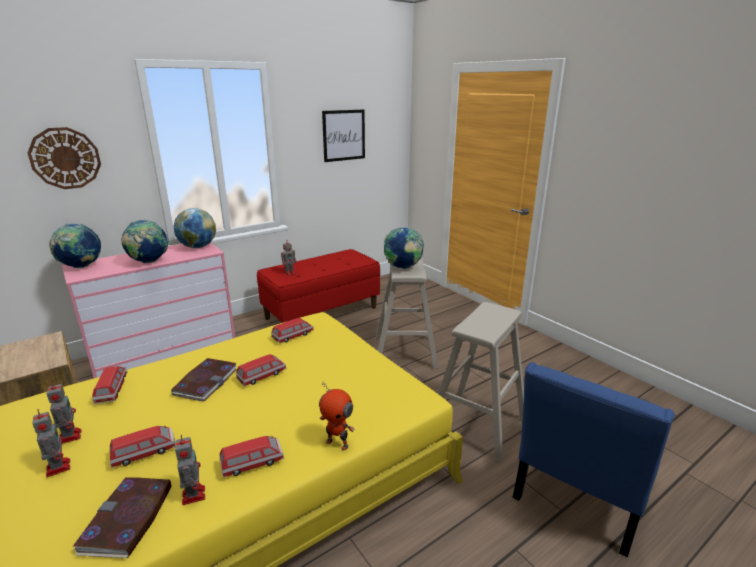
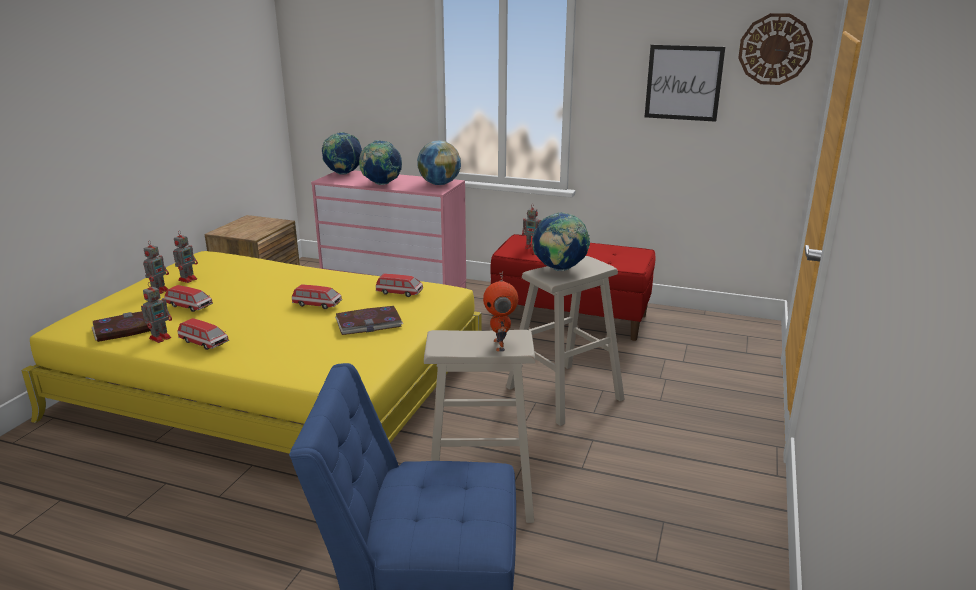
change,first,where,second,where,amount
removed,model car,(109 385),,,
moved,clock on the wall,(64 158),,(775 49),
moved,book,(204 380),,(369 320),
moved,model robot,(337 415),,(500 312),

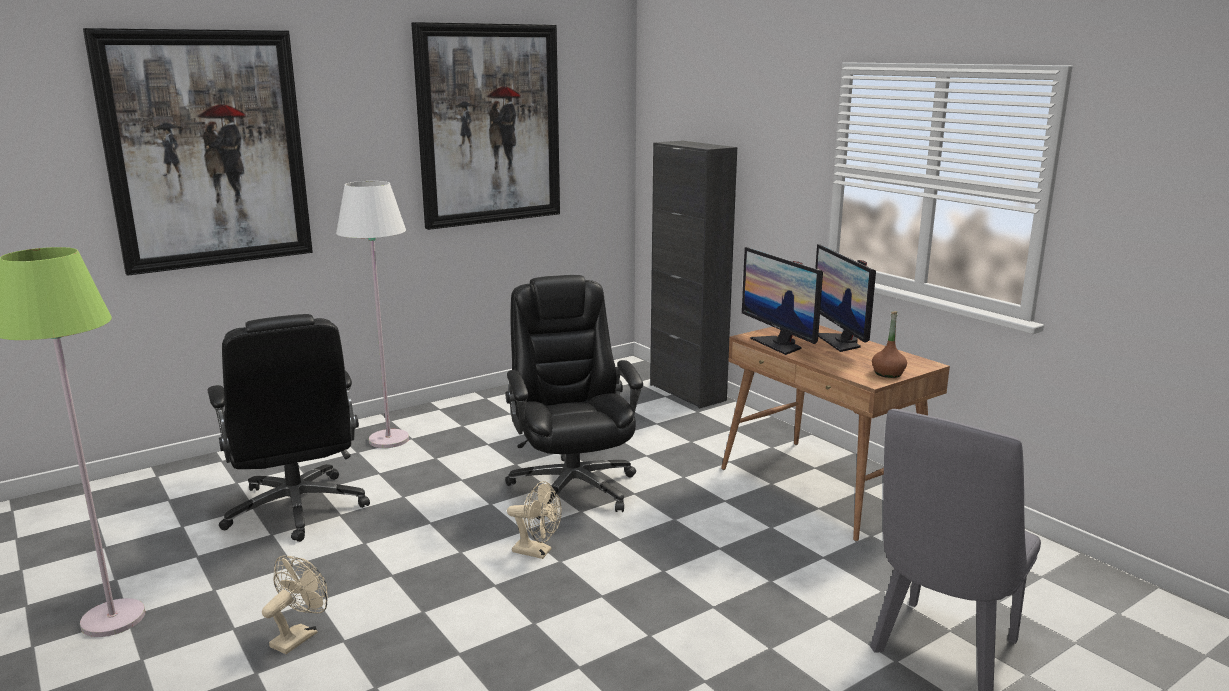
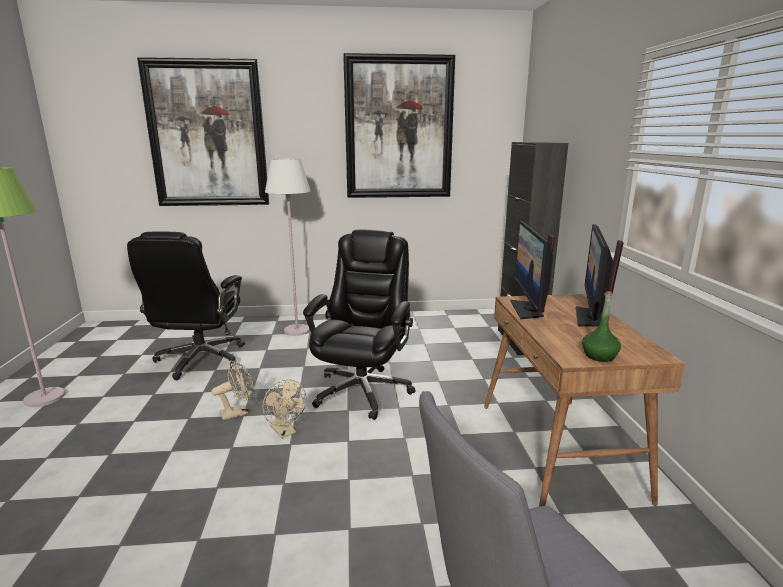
change,first,where,second,where,amount
moved,sand-coloured electric fan,(294 605),,(232 390),
recoloured,brownish drink bottle,(889 344),green drink bottle,(601 326),

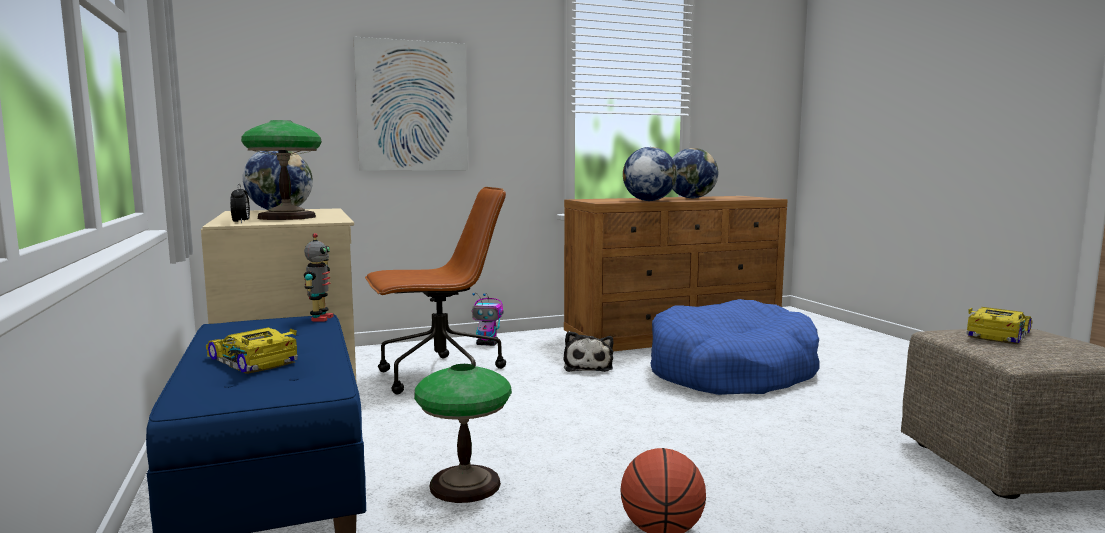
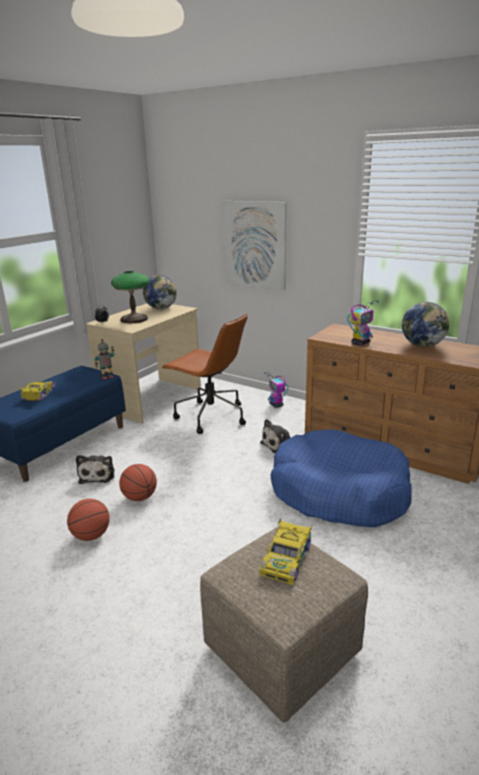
change,first,where,second,where,amount
added,,,ball for basketball,(138 482),
replaced,tabletop lamp,(463 433),soft toy,(95 469),
replaced,desk globe,(650 174),model robot,(363 323),
turned,model car,(1000 325),,(285 552),105 degrees clockwise

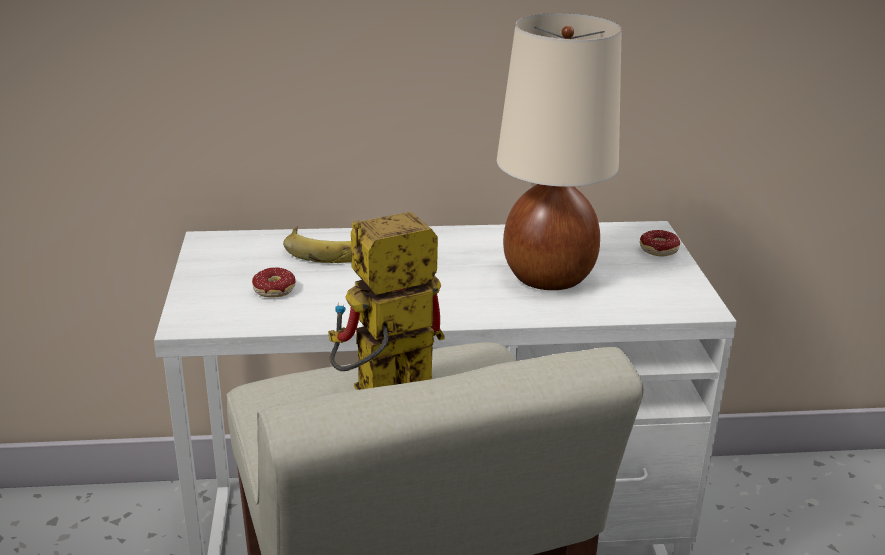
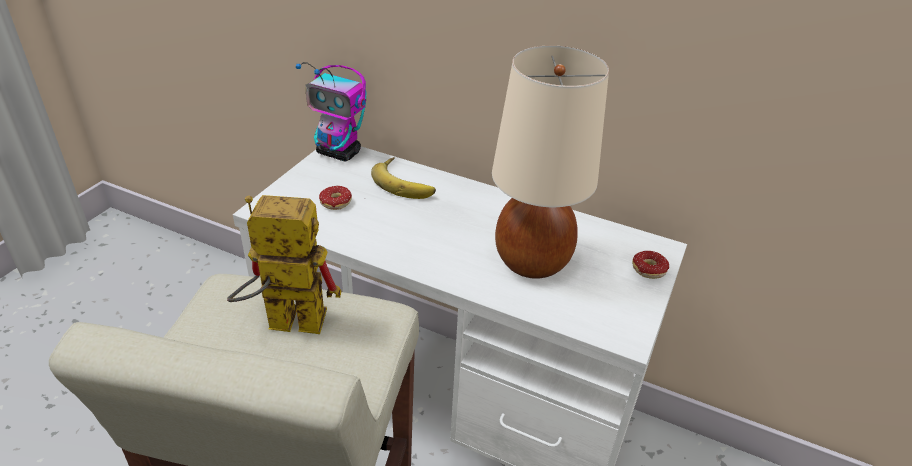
change,first,where,second,where,amount
added,,,model robot,(331 112),

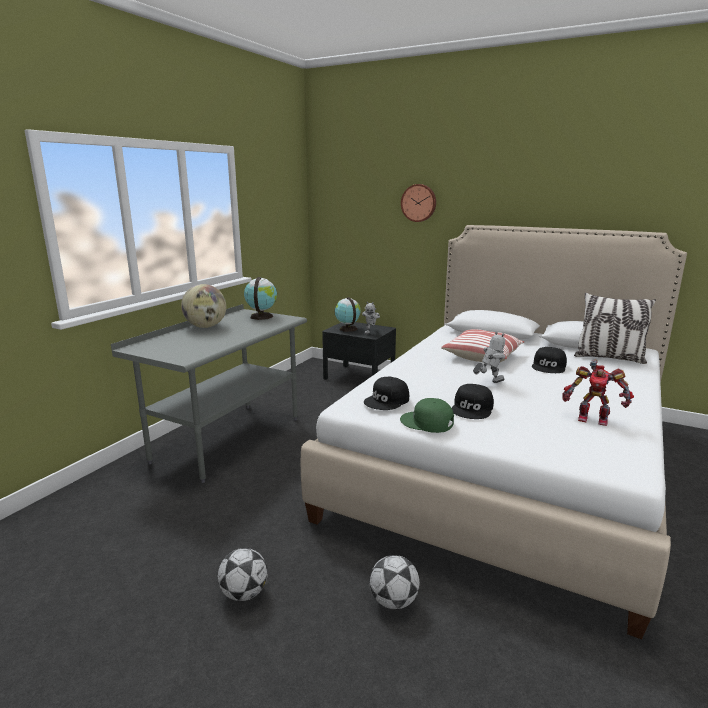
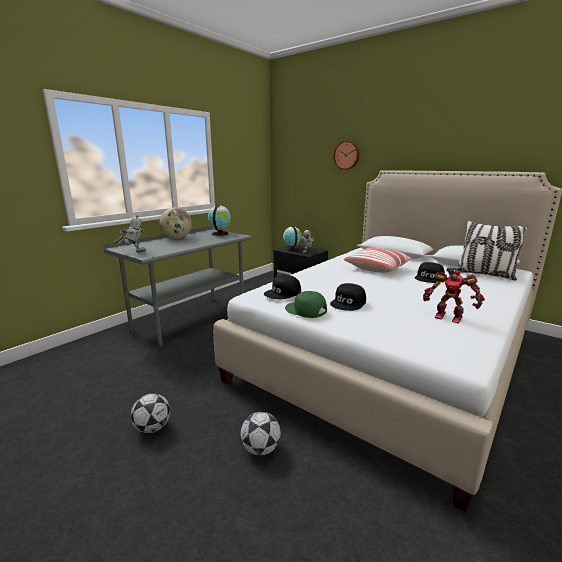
change,first,where,second,where,amount
moved,model robot,(489 357),,(130 234),

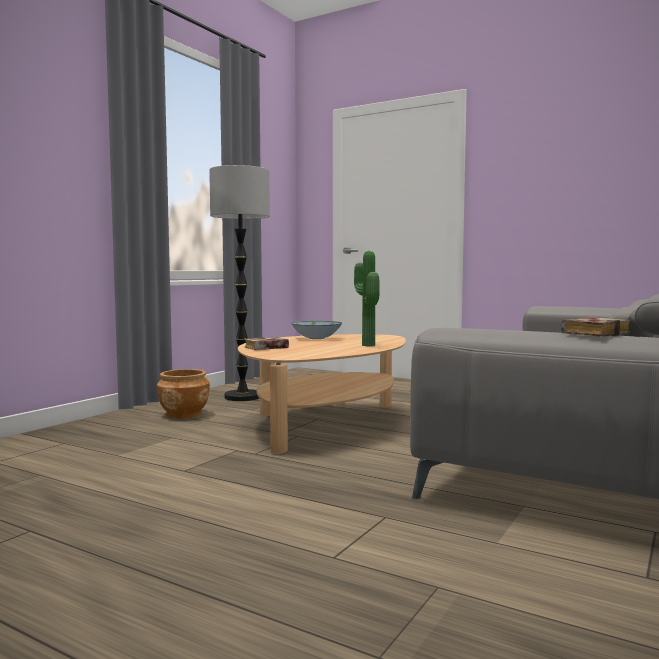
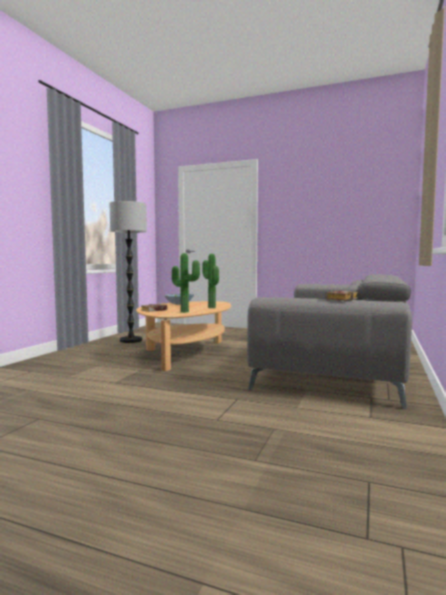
change,first,where,second,where,amount
removed,brownish planter,(183 394),,,
added,,,houseplant,(186 283),

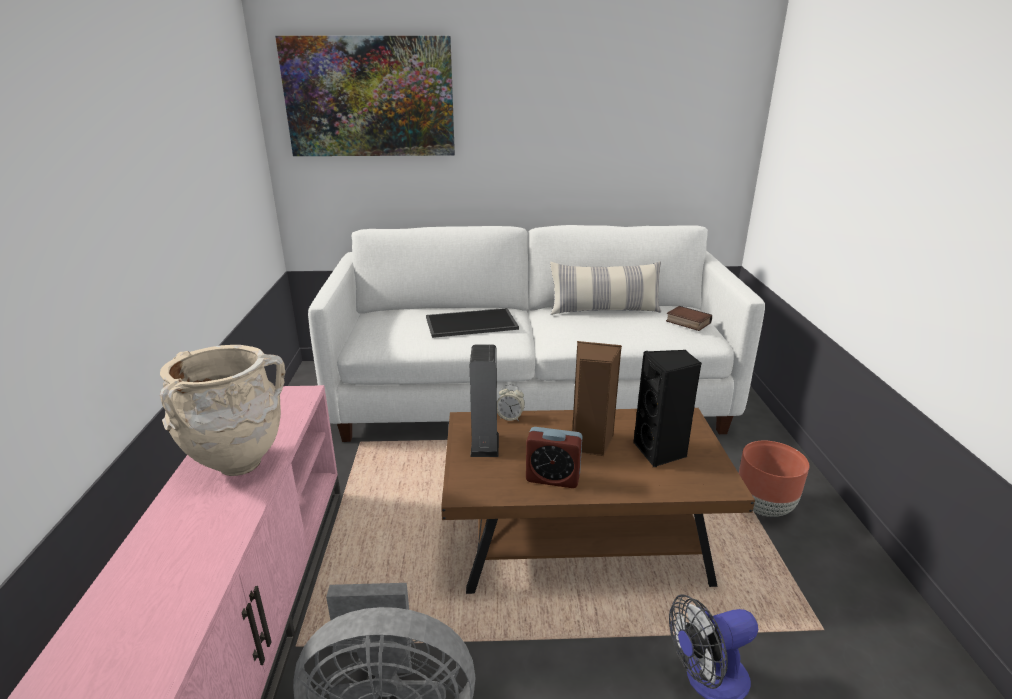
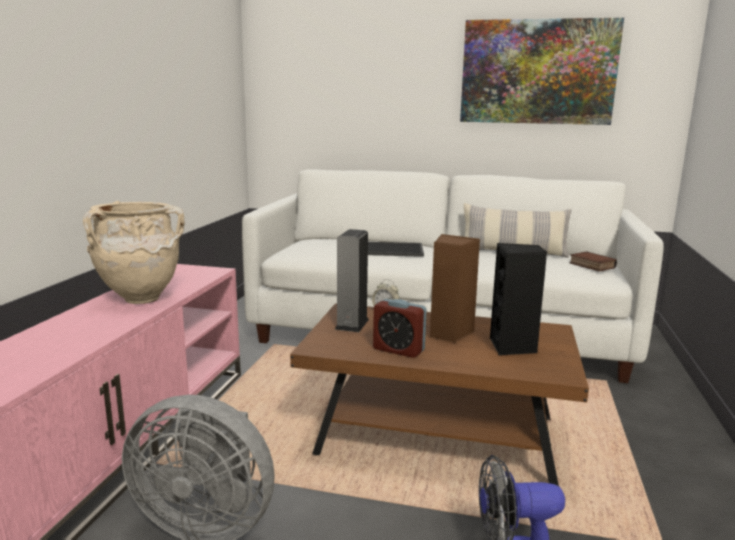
change,first,where,second,where,amount
removed,brownish planter,(774 479),,,
moved,picture,(365 96),,(542 71),

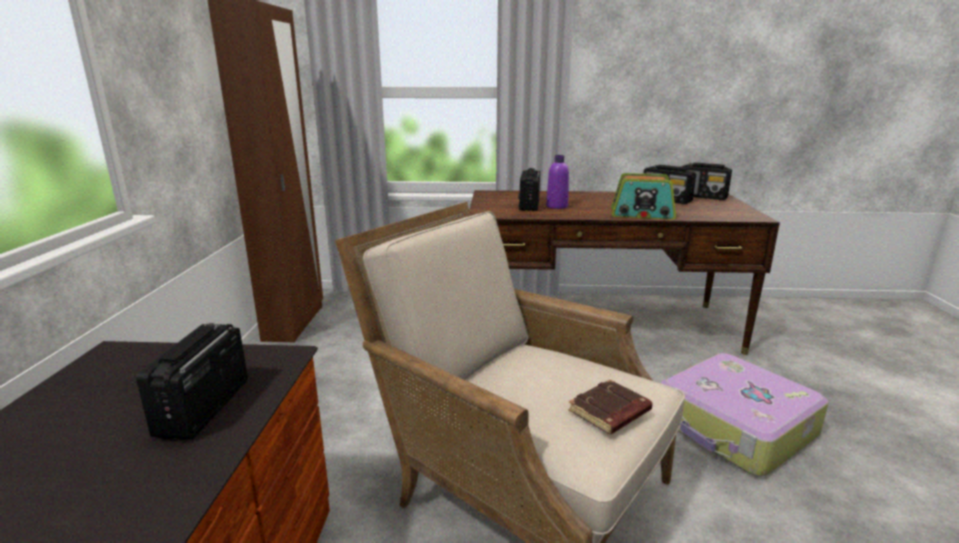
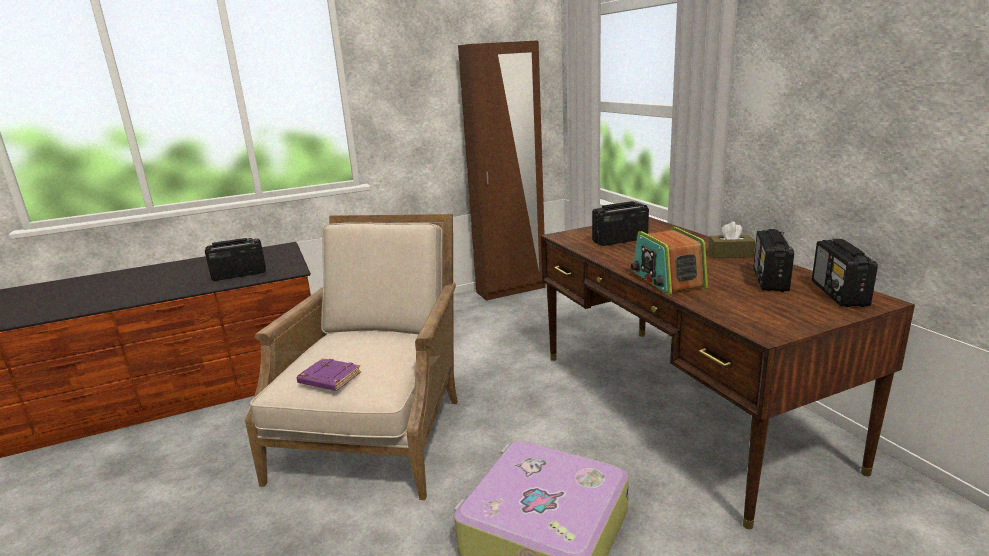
change,first,where,second,where,amount
removed,purplish drink bottle,(557 182),,,
added,,,brownish box of tissues,(732 240),
recoloured,brownish book,(610 406),purplish book,(329 374),

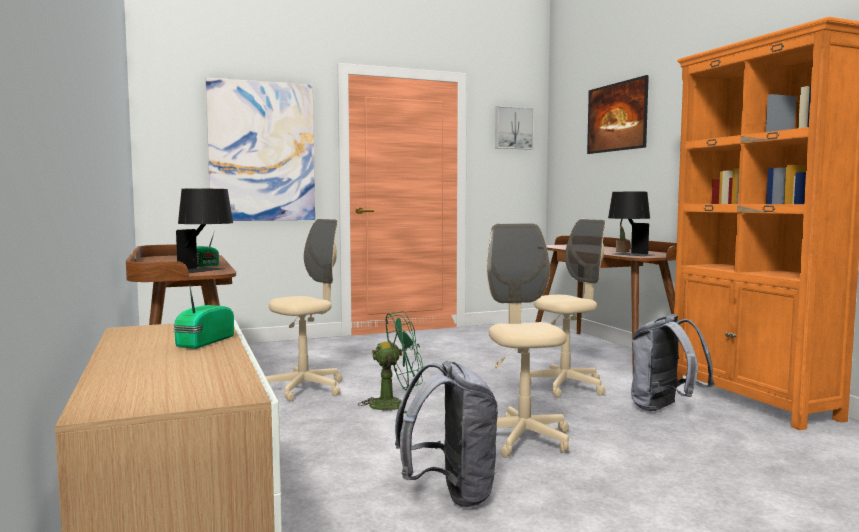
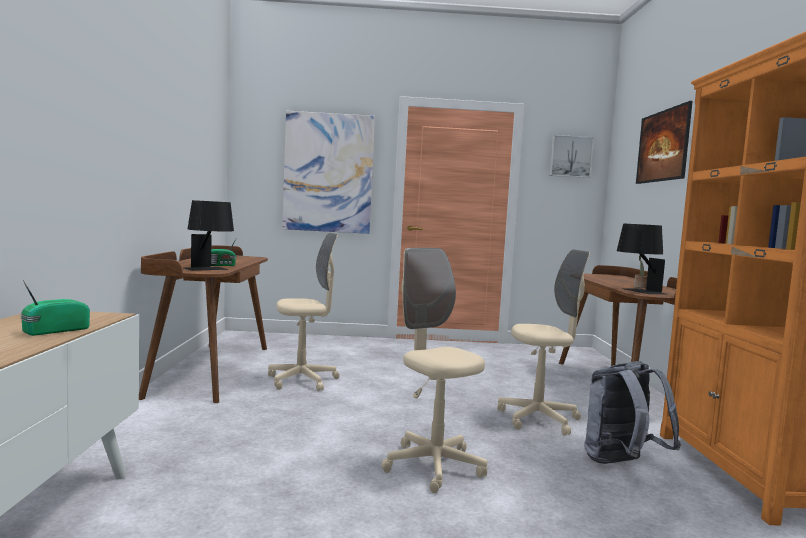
change,first,where,second,where,amount
removed,green electric fan,(390 362),,,
removed,gray rucksack,(446 434),,,
turned,sand-coloured computer chair,(528 340),,(434 370),45 degrees counterclockwise

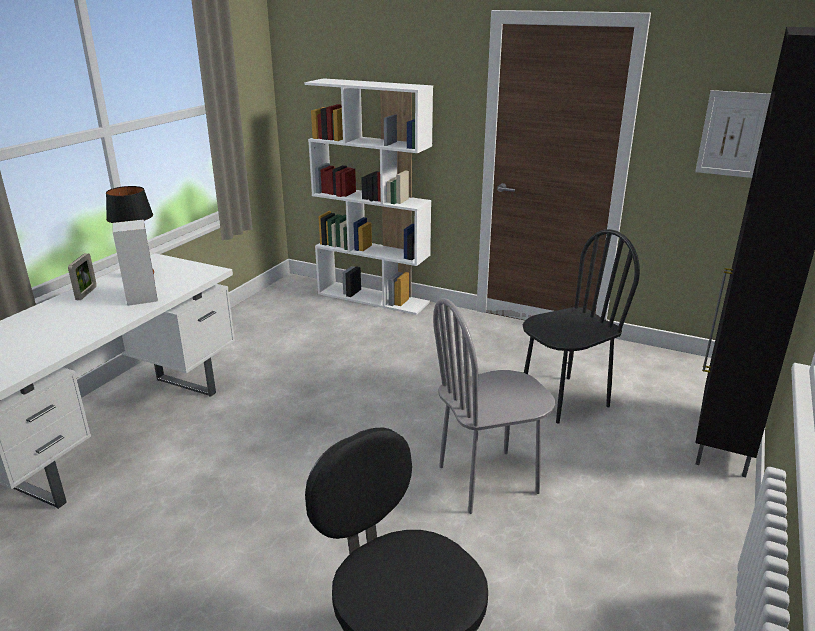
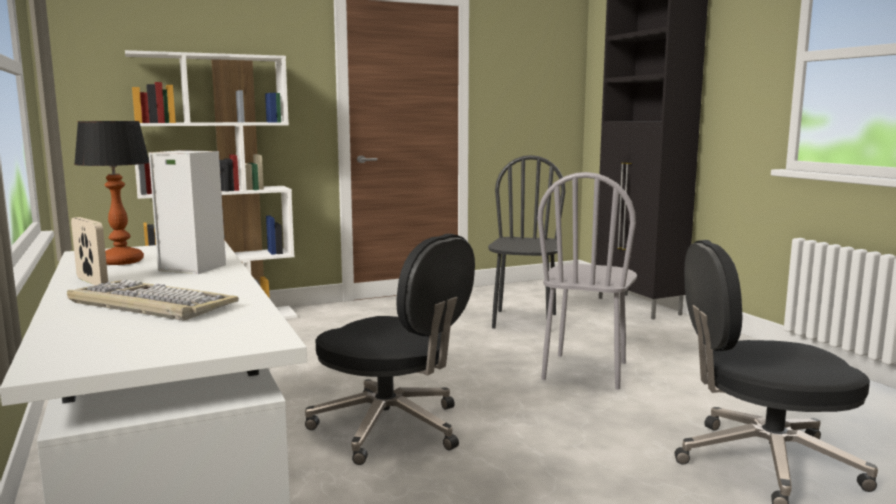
change,first,where,second,where,amount
removed,picture,(733 134),,,
added,,,keyboard,(153 300),
added,,,blackish computer chair,(390 349),

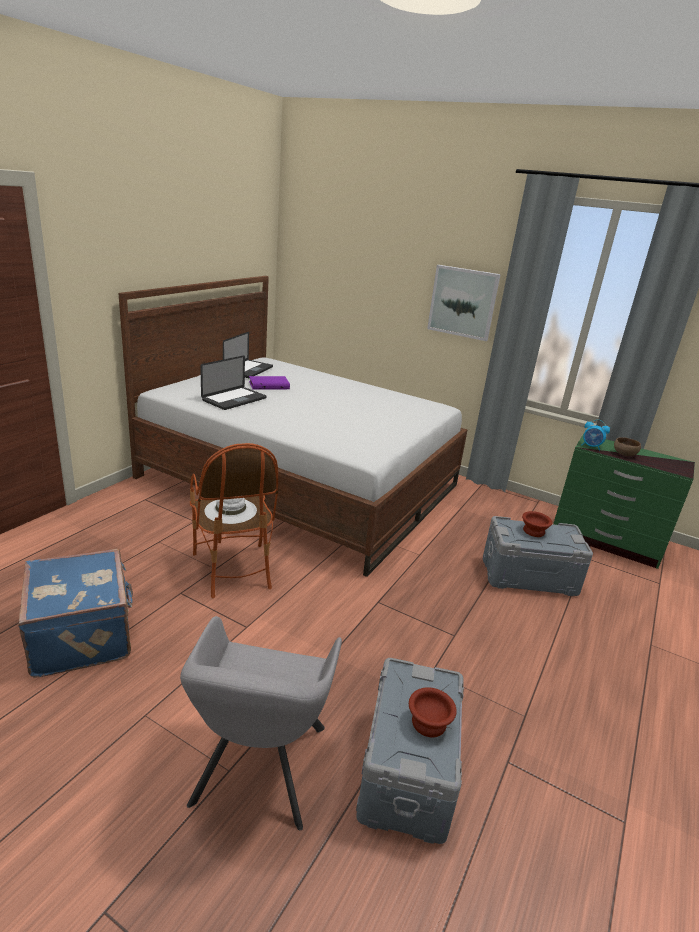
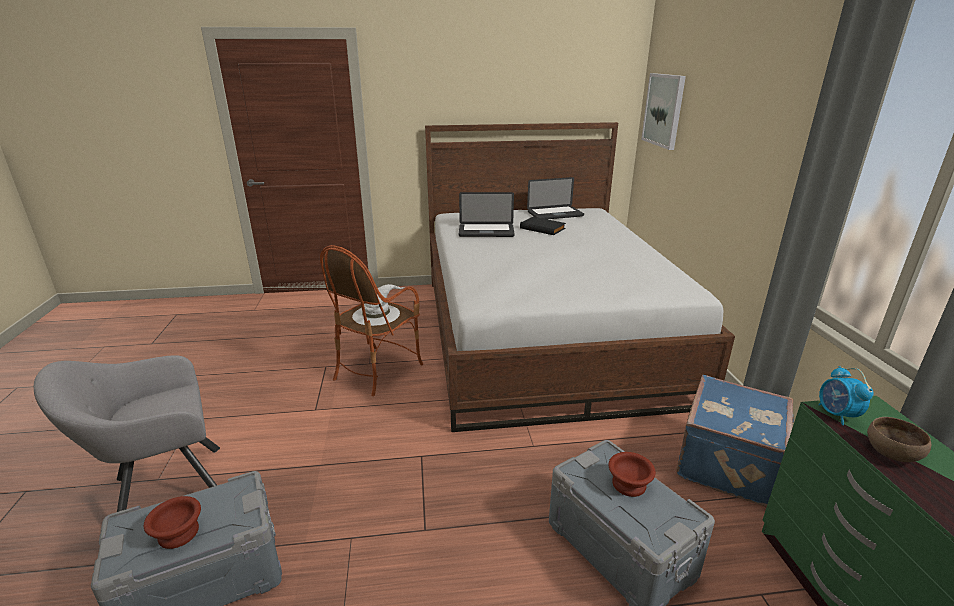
change,first,where,second,where,amount
moved,blue-coloured piece of luggage,(75 613),,(735 440),
moved,picture,(464 303),,(663 111),
recoloured,purplish book,(269 383),blackish book,(543 226),

